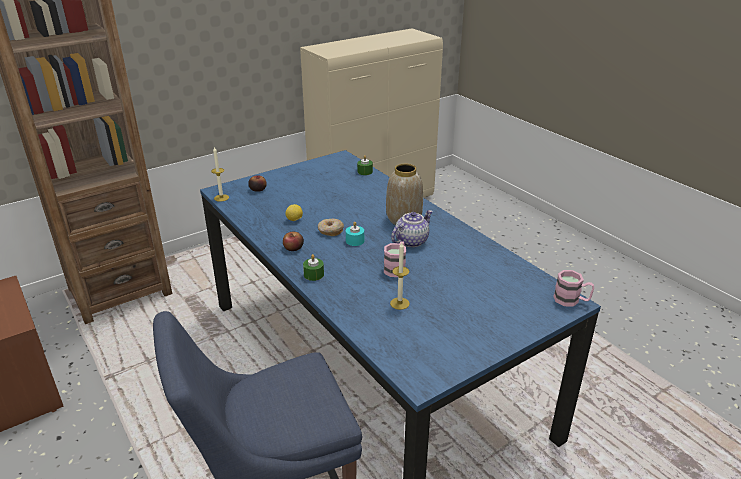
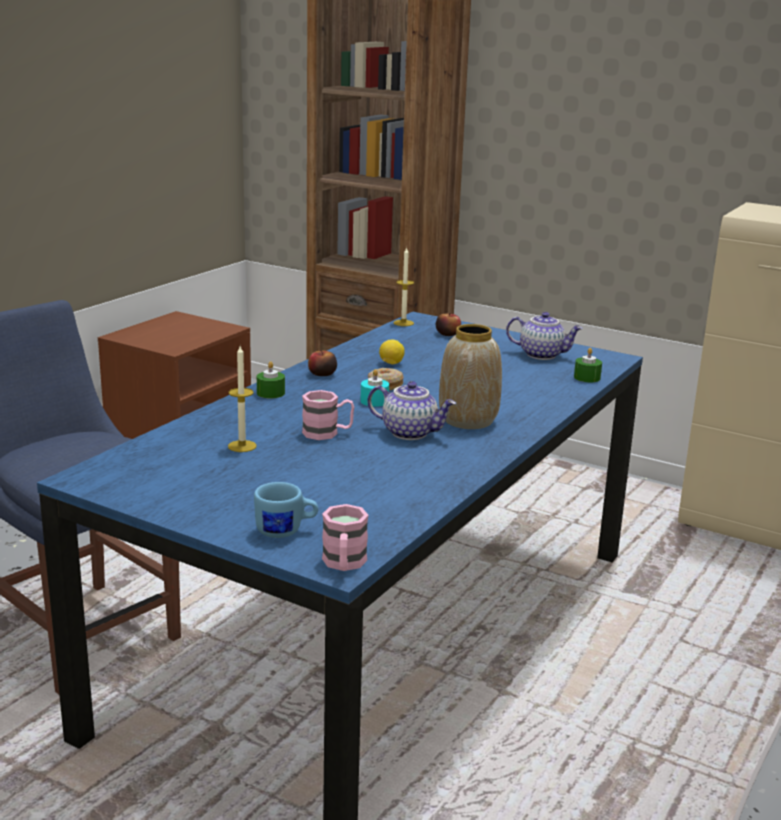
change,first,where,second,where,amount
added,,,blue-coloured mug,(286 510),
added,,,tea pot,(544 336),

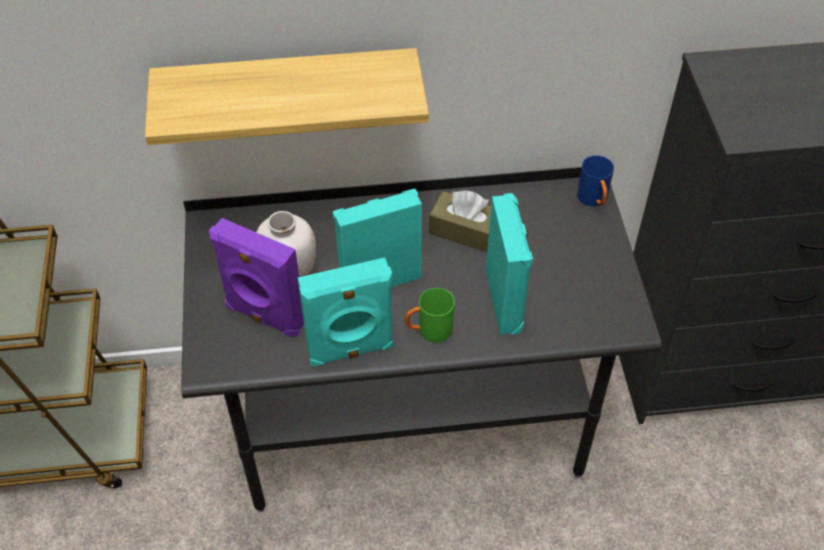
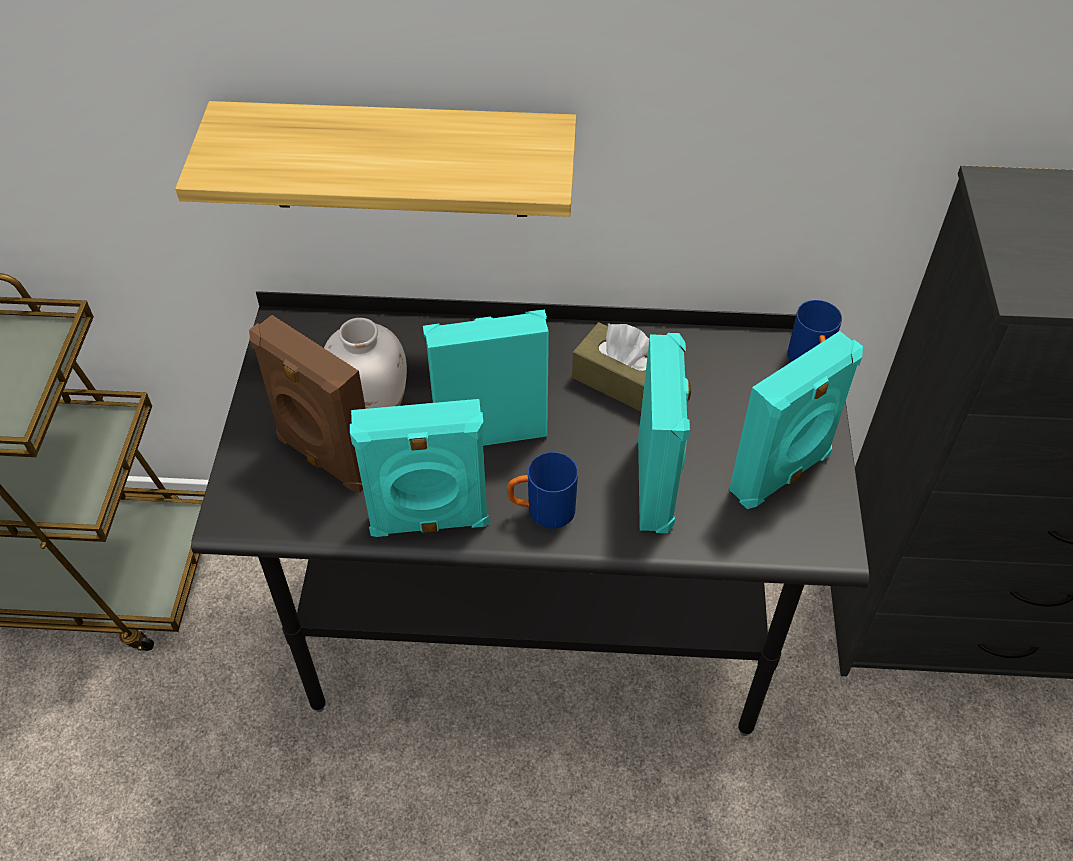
change,first,where,second,where,amount
added,,,blue-green audio speaker,(796 420),
recoloured,purplish audio speaker,(256 277),brownish audio speaker,(307 404),
recoloured,green mug,(430 315),blue-coloured mug,(542 490),

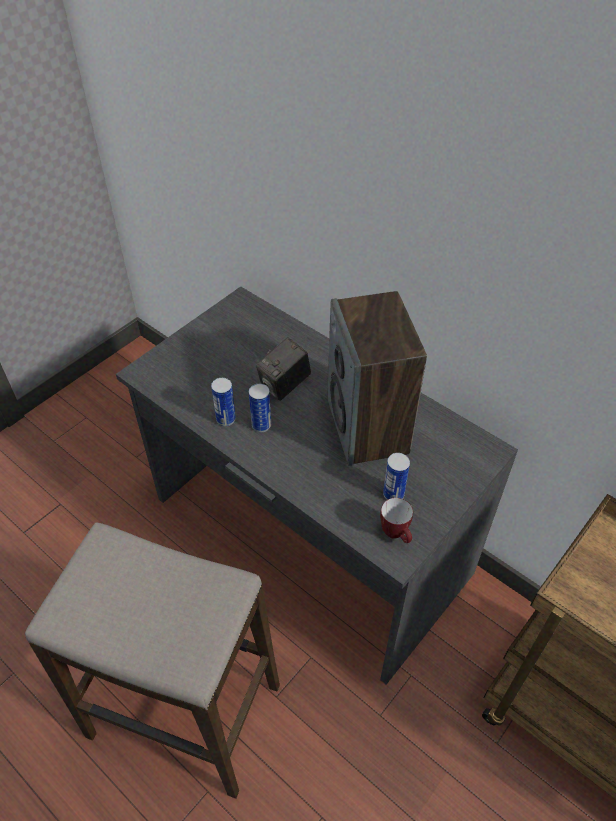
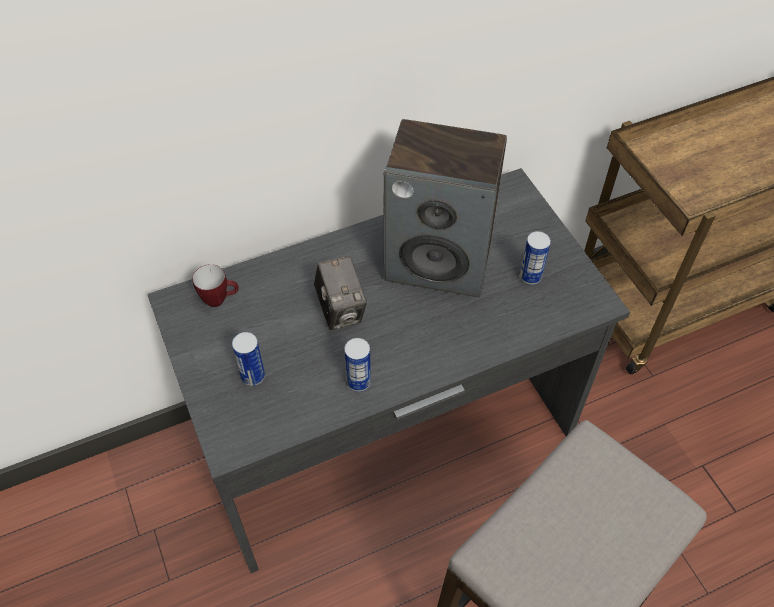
change,first,where,second,where,amount
moved,can,(260 408),,(248 359),
moved,mug,(396 520),,(215 285),

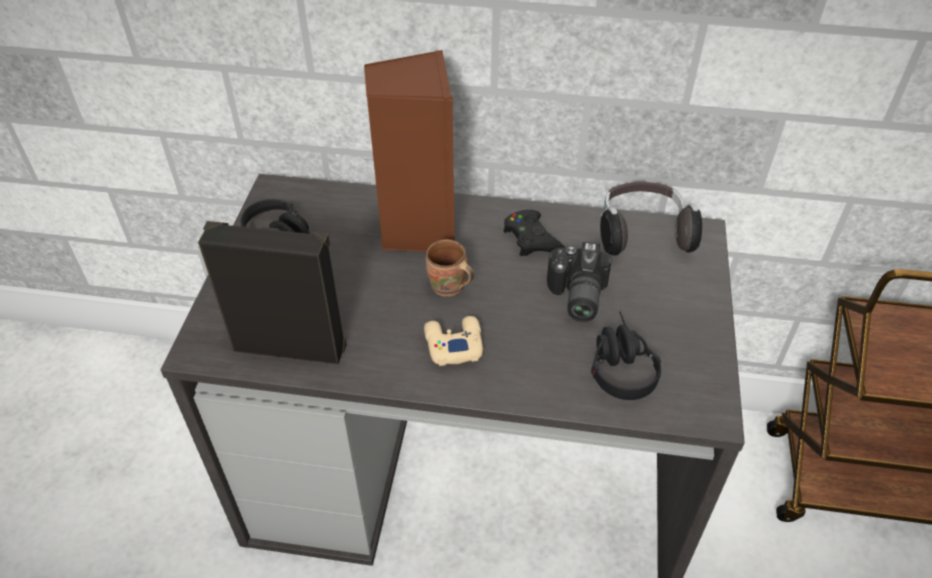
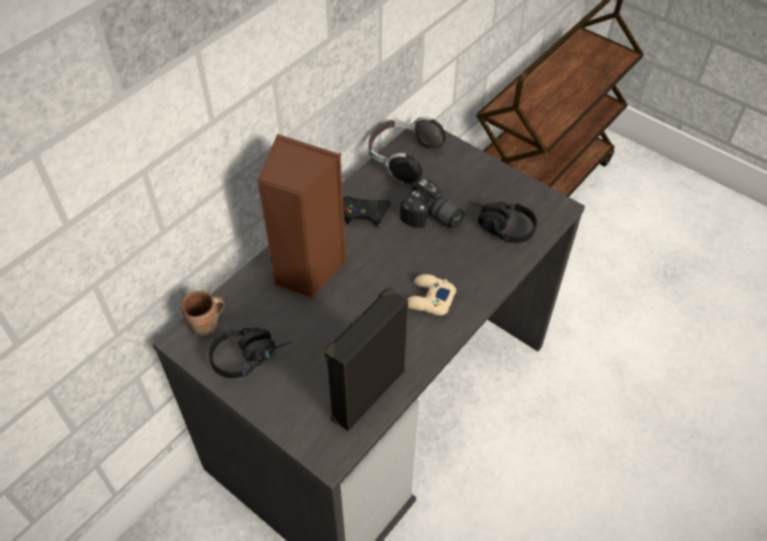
change,first,where,second,where,amount
moved,brownish mug,(450 268),,(203 313),

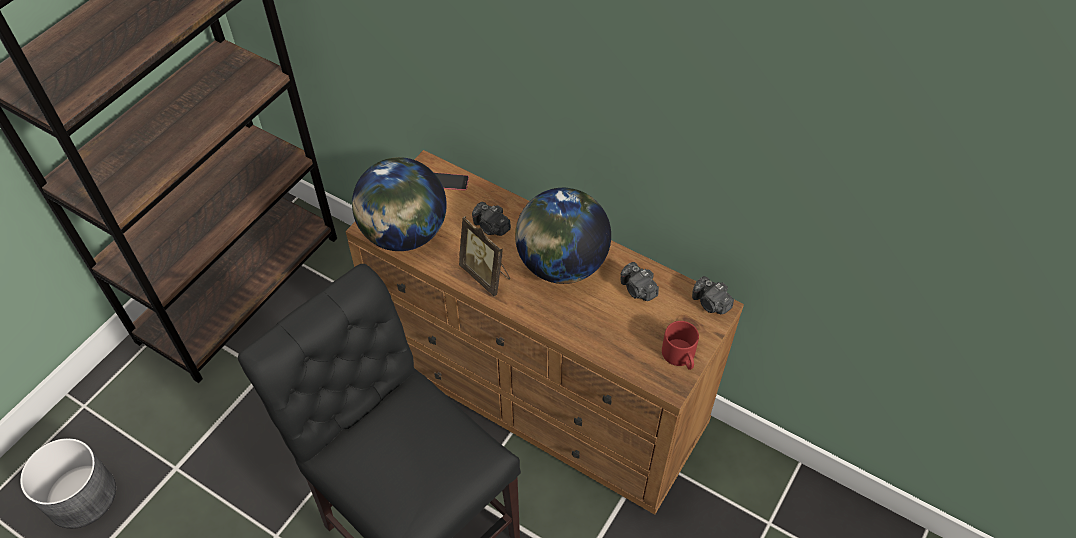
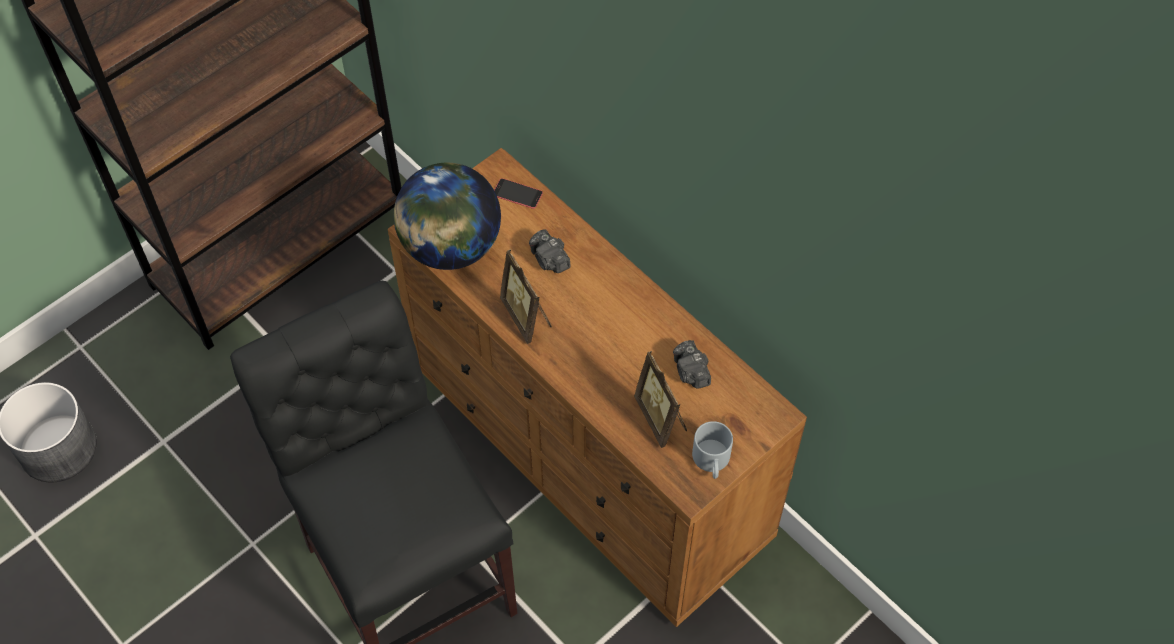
change,first,where,second,where,amount
removed,desk globe,(563 236),,,
removed,still camera,(713 295),,,
added,,,standing frame,(660 399),
recoloured,red mug,(680 345),gray mug,(712 450),

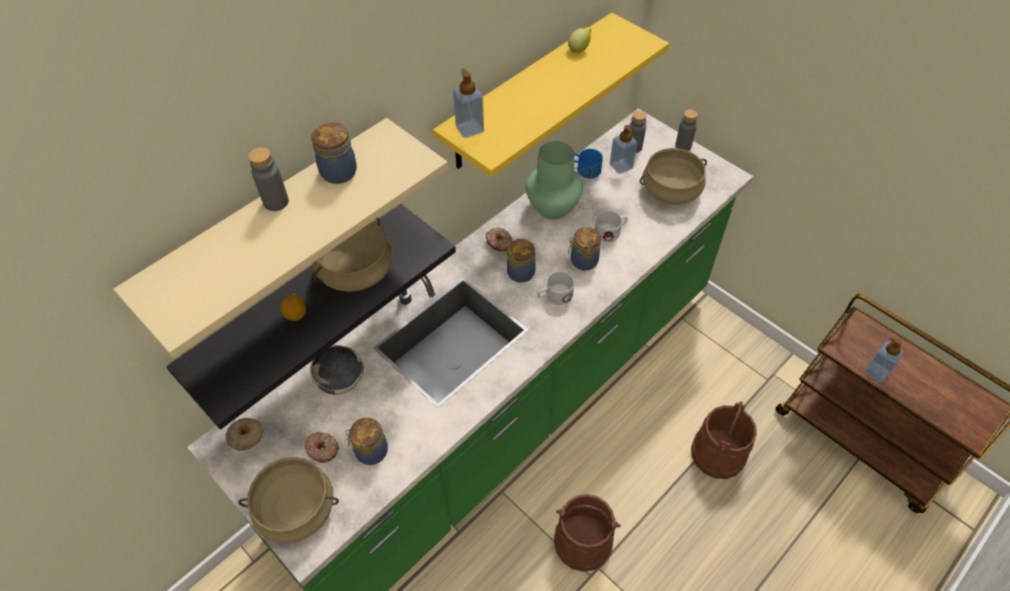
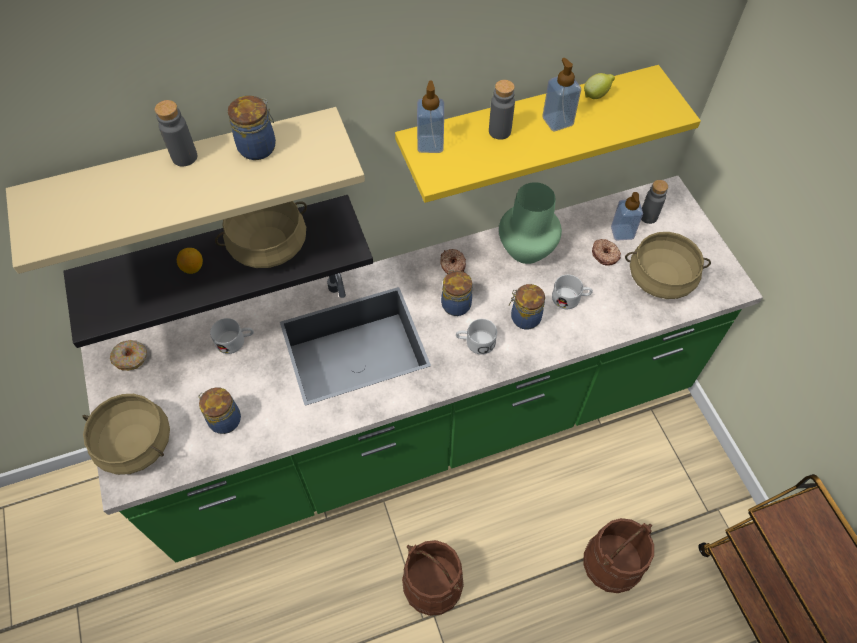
change,first,where,second,where,amount
removed,blue-coloured mug,(588 164),,,
moved,donut,(321 447),,(606 252),
moved,gray drink bottle,(686 130),,(502 110),
moved,soap dispenser,(884 359),,(561 95),
replaced,bowl,(337 370),white mug,(232 336),

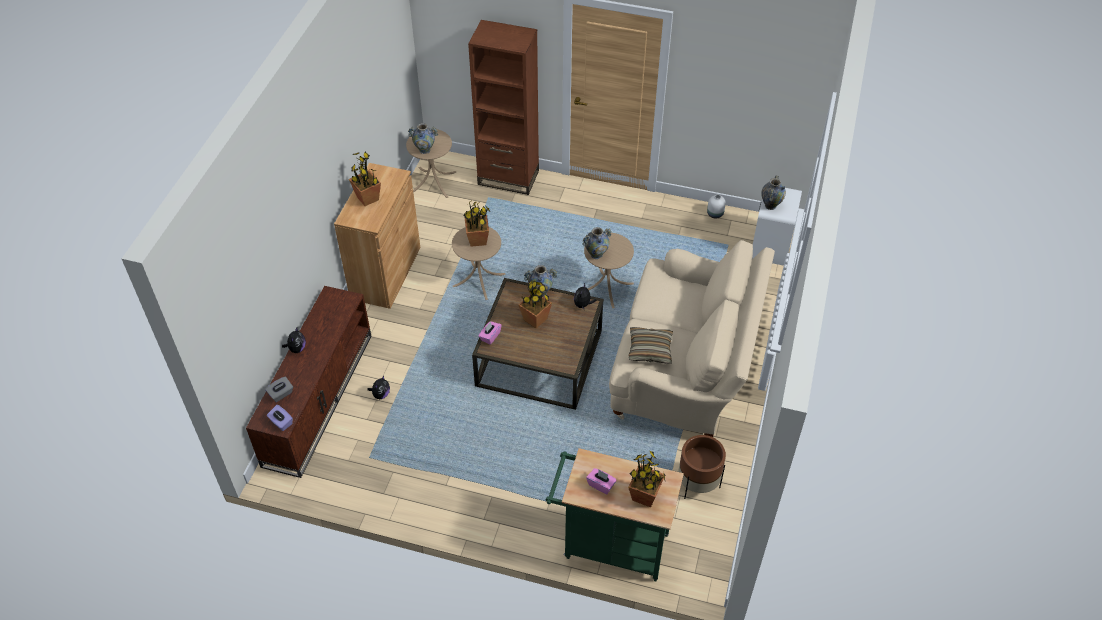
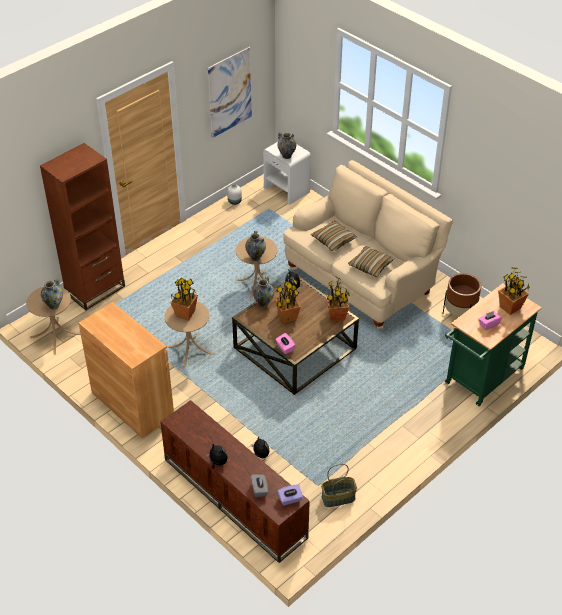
change,first,where,second,where,amount
added,,,picture,(230 92),
added,,,throw pillow,(334 236),
added,,,household basket,(339 485),
moved,houseplant,(365 179),,(338 299),

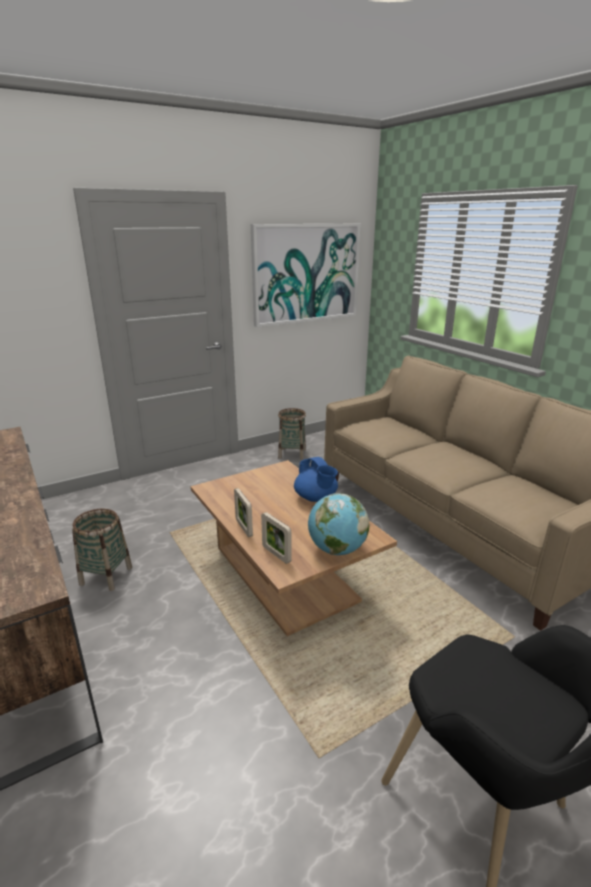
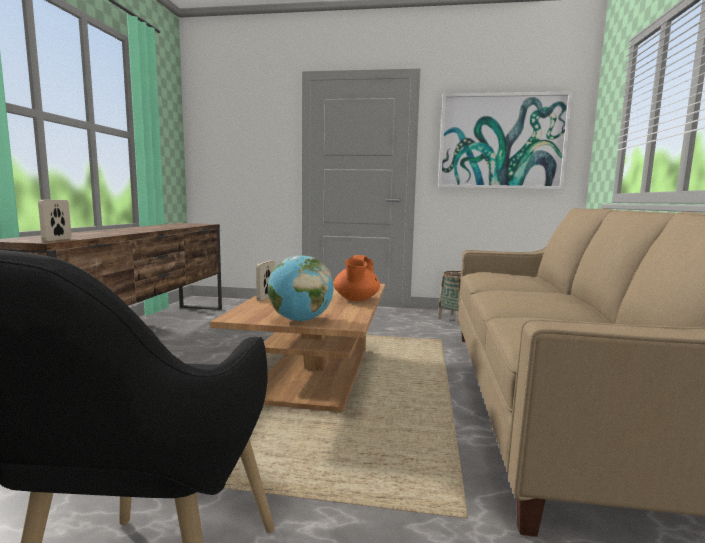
change,first,where,second,where,amount
removed,household basket,(102 550),,,
moved,standing frame,(276 538),,(55 221),
recoloured,blue-coloured tea pot,(316 479),orange-coloured tea pot,(357 278),

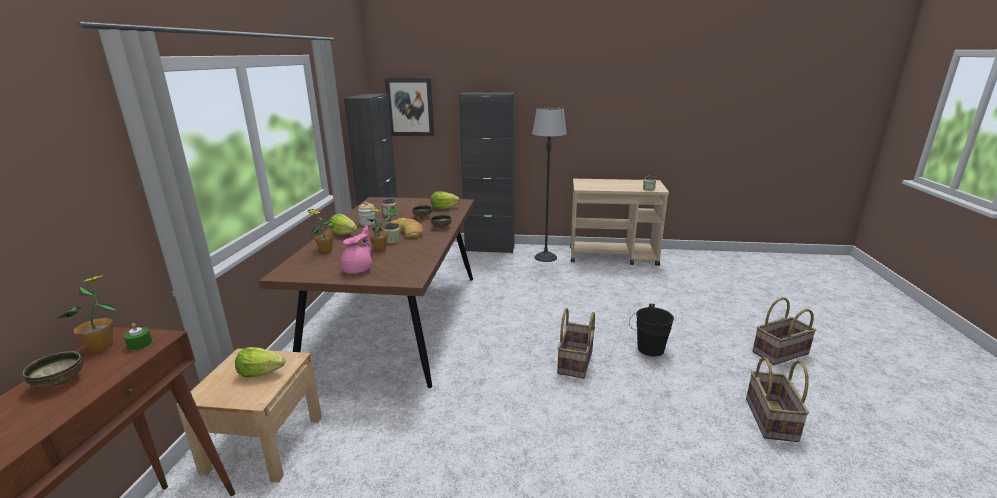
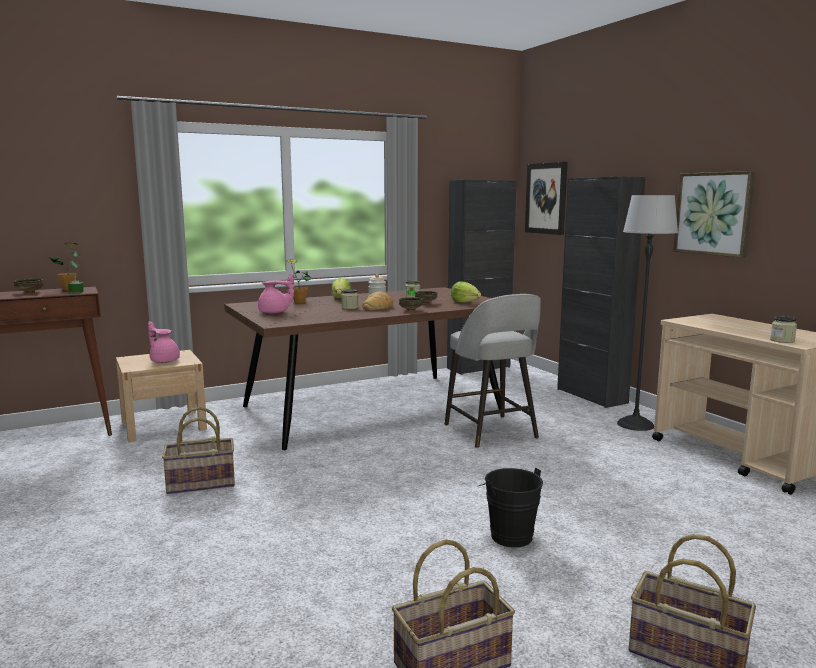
change,first,where,second,where,amount
removed,houseplant,(378 229),,,
added,,,gray stool seat,(493 371),
added,,,picture,(714 214),
moved,household basket,(576 343),,(198 450),
replaced,head of lettuce,(260 362),pink tea pot,(164 342),

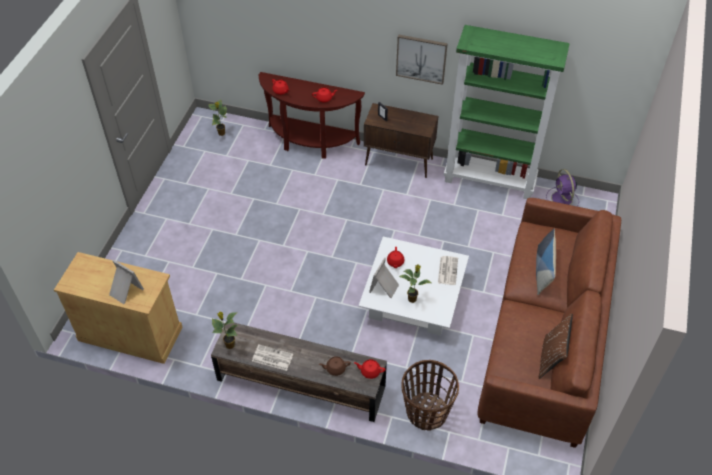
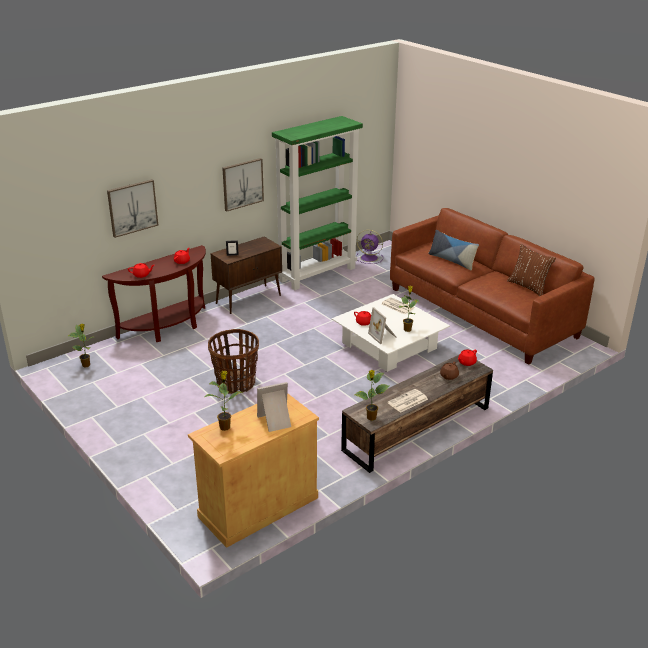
change,first,where,second,where,amount
added,,,picture,(132 208),
added,,,houseplant,(224 401),
moved,household basket,(430 395),,(233 361),

